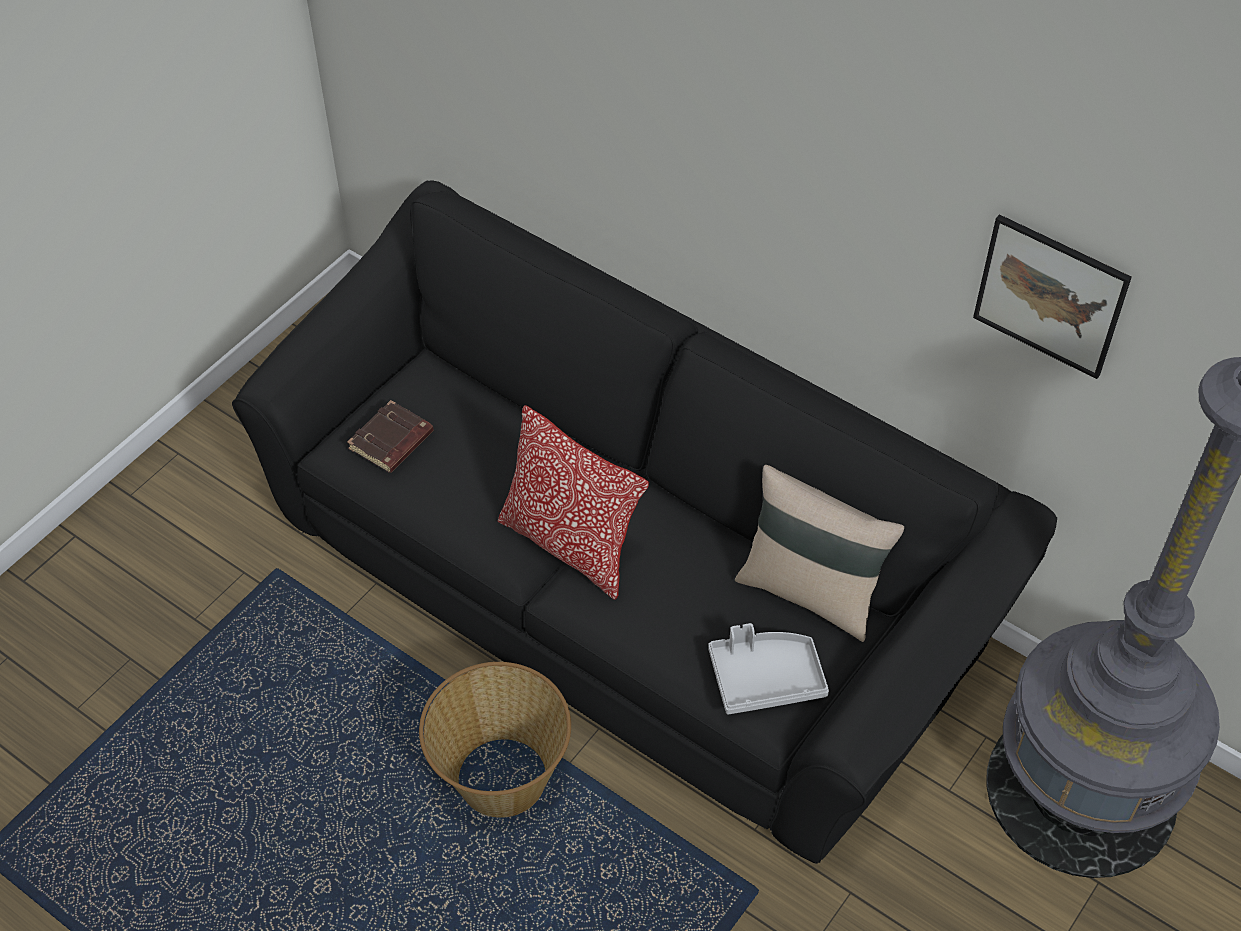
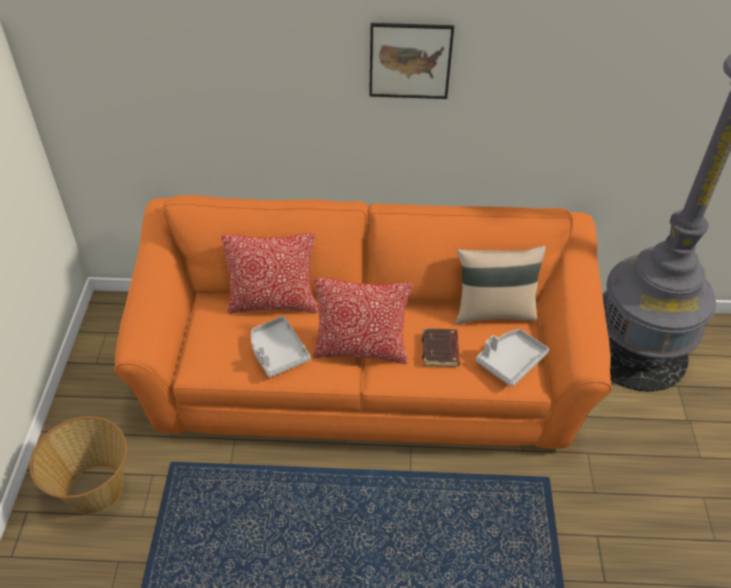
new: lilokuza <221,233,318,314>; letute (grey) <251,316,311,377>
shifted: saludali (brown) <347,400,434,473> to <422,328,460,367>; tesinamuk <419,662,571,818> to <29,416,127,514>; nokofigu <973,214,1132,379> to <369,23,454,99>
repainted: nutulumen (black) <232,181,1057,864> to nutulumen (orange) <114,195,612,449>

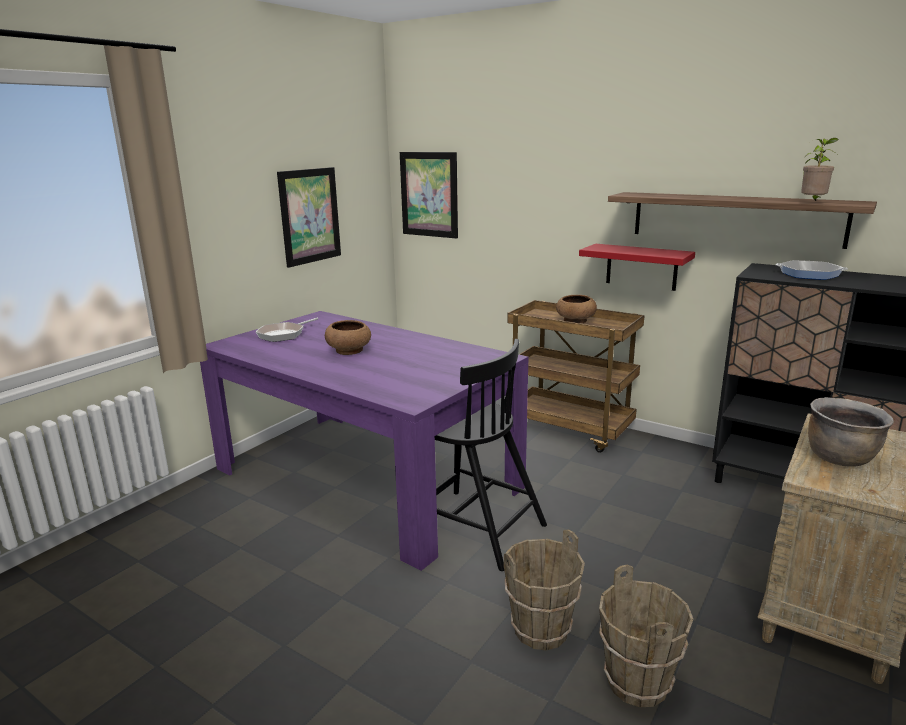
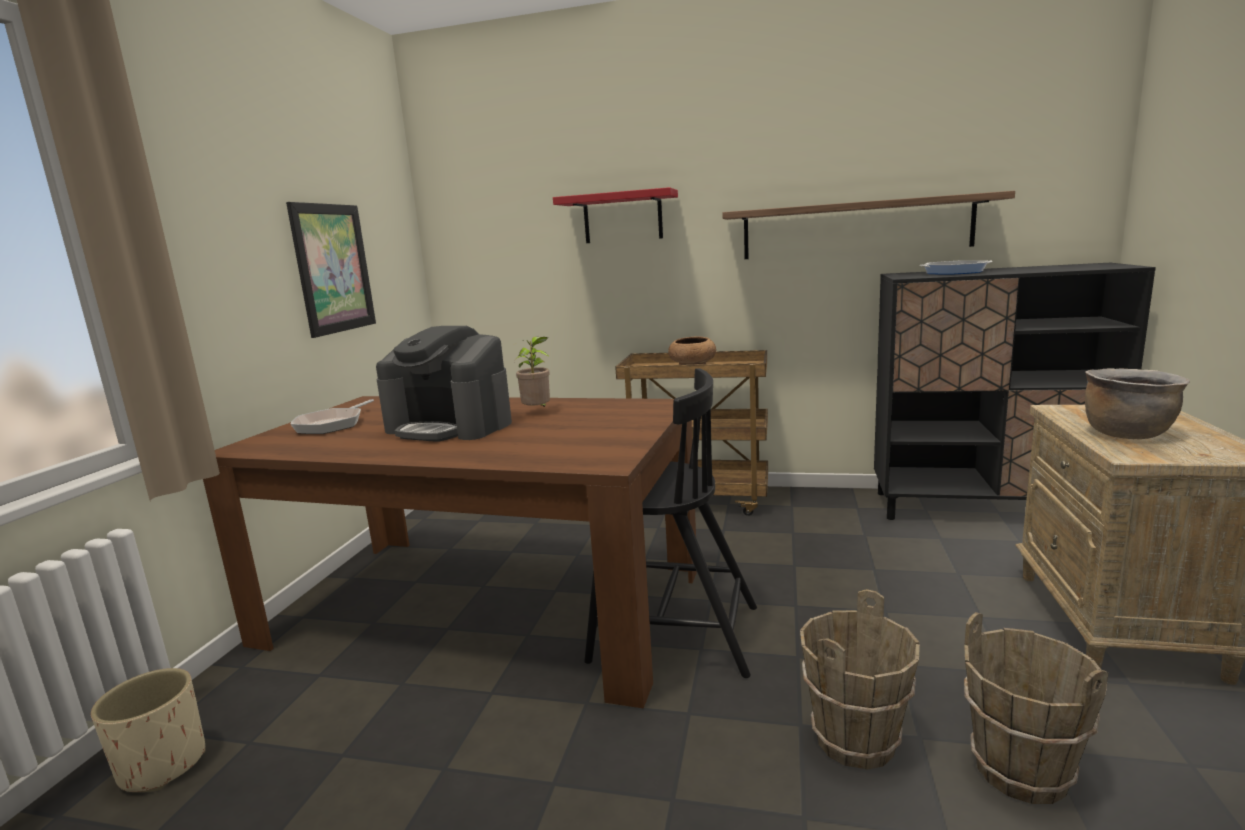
gone: nokofigu <400,152,458,239>
new: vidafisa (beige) <91,668,206,792>
shifted: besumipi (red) <579,244,695,291> to <553,187,678,243>; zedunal <801,138,839,201> to <515,336,550,408>
swapped: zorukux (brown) <325,320,371,355> to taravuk <376,326,512,442>
repainted: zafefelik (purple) <200,311,528,571> to zafefelik (brown) <203,396,697,708>

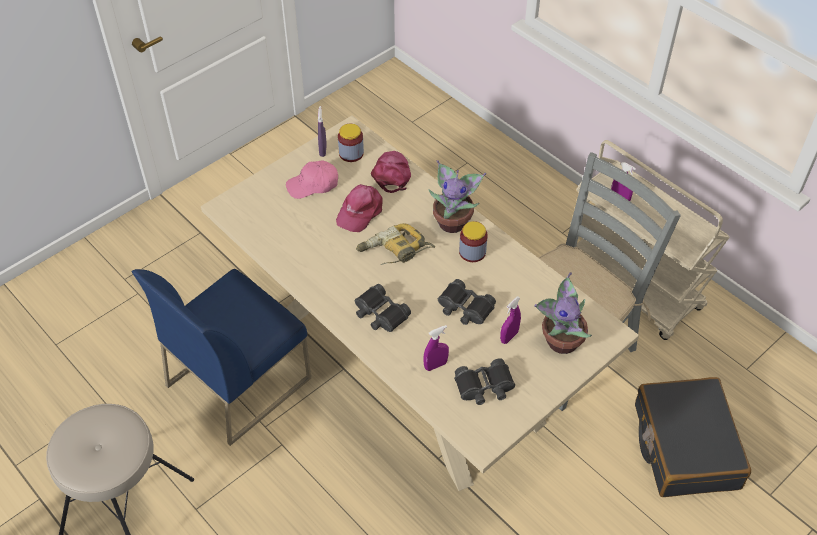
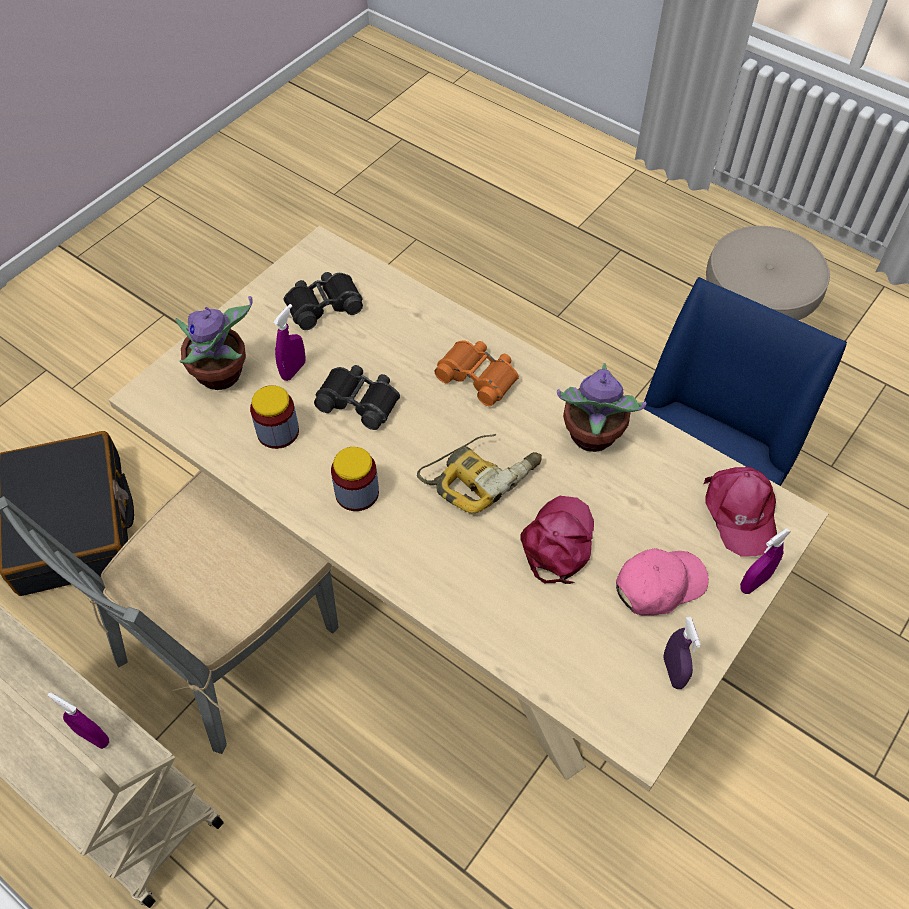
shifted: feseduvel <338,124,364,162> to <250,385,299,449>; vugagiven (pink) <371,151,411,193> to <703,467,777,557>; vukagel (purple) <423,325,449,371> to <740,528,791,594>; zedunal <429,160,486,233> to <557,363,646,452>
repainted: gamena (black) <355,284,411,332> to gamena (orange) <435,340,519,406>

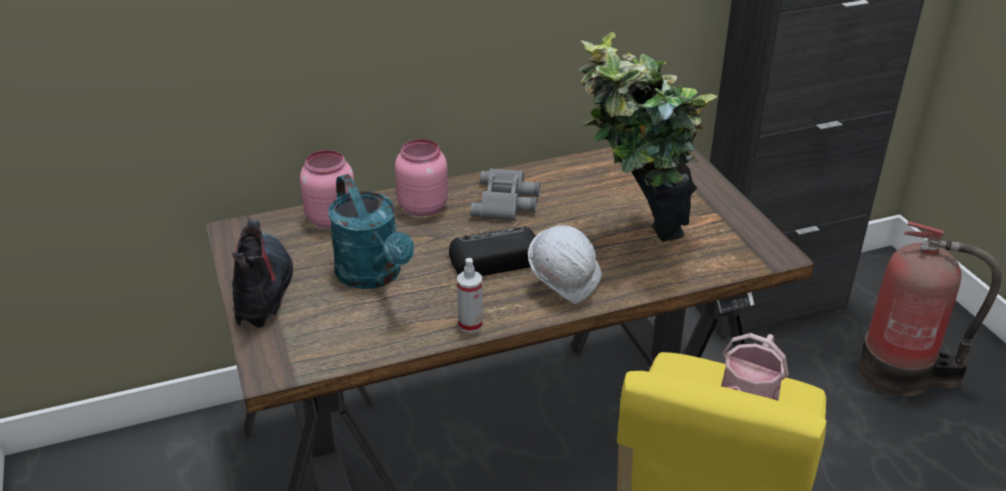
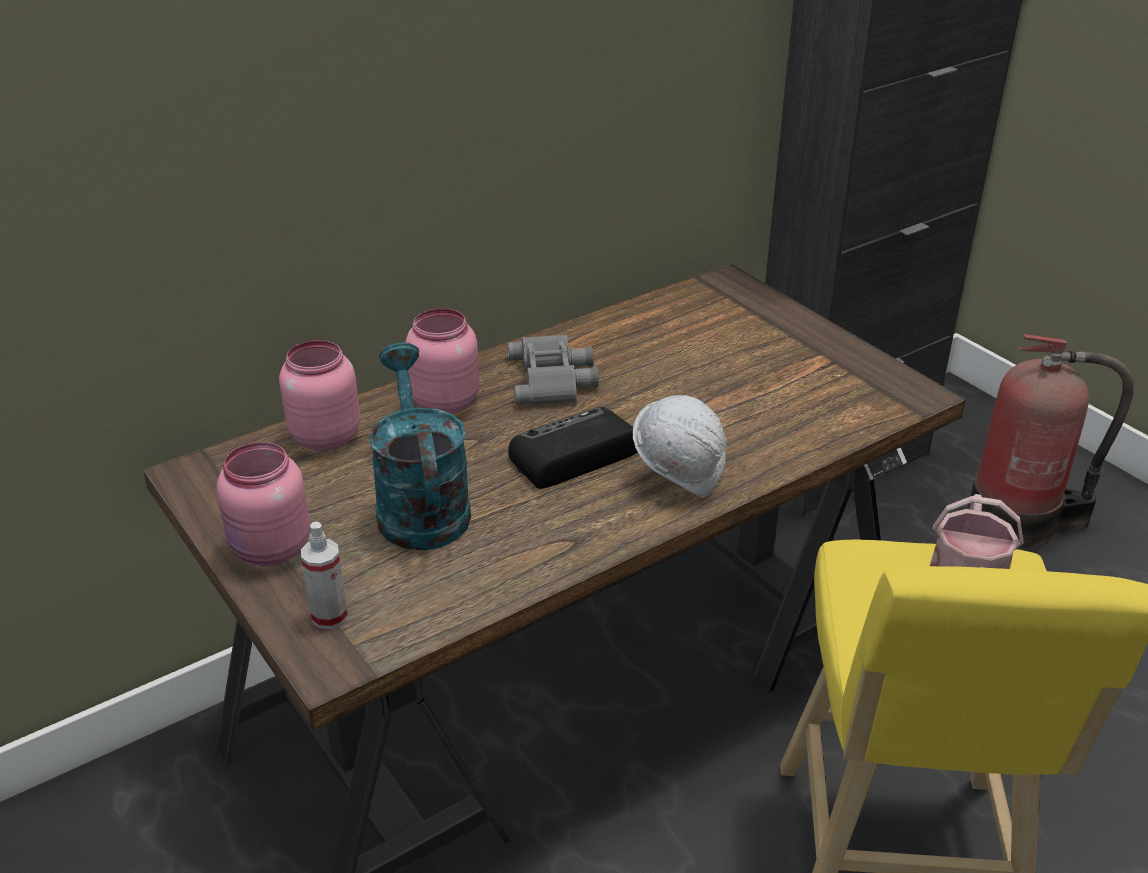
gone: zedunal <579,32,718,242>
shifted: vukagel <457,258,483,333> to <301,522,348,629>
swapped: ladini <232,220,293,328> to feseduvel (pink) <216,442,310,566>
rotated: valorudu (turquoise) <328,174,414,289> = <369,343,471,550> 150 degrees counterclockwise

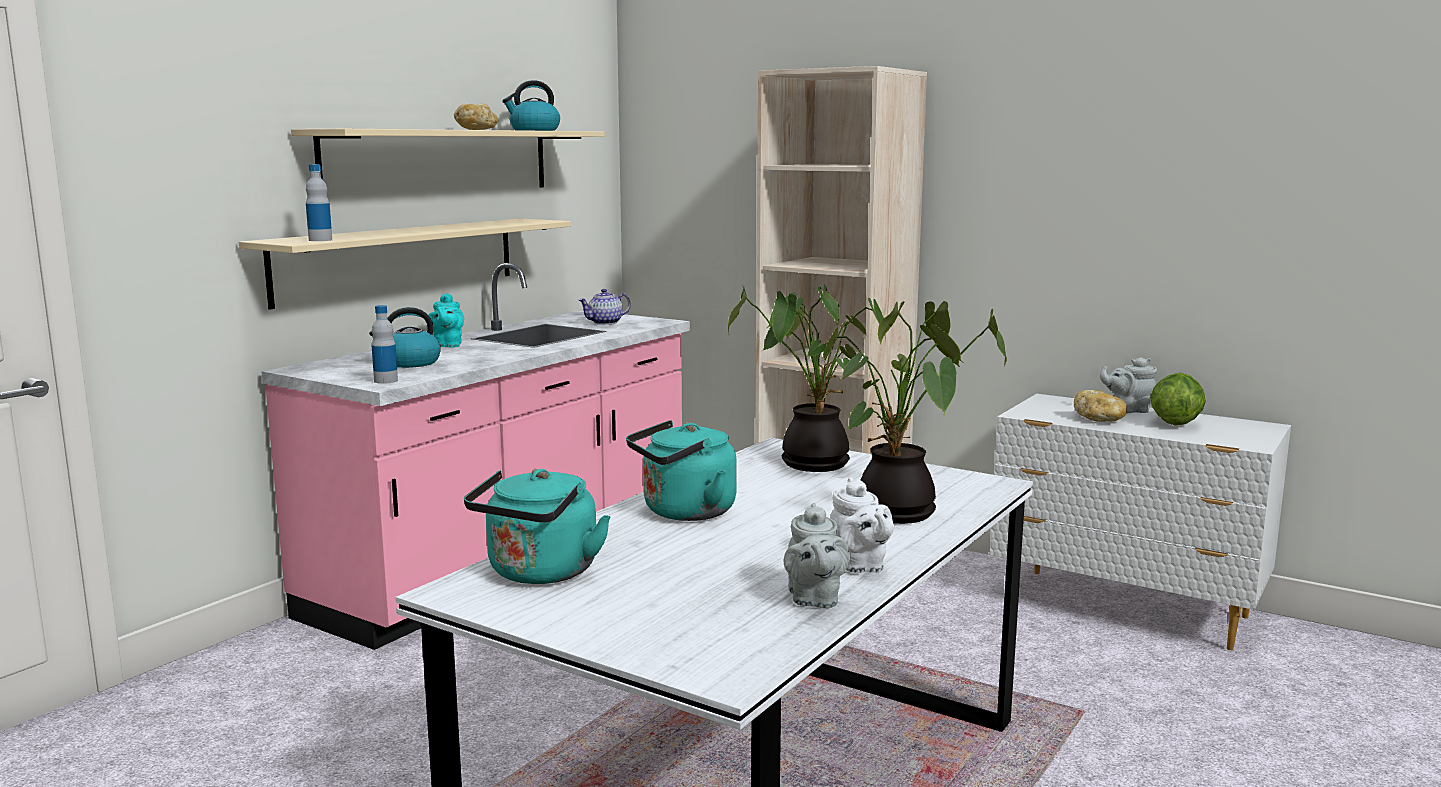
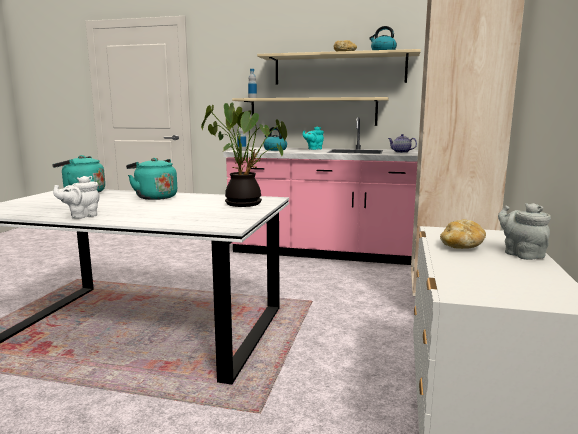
gone: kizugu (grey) <784,503,850,608>; zedunal <823,301,1007,524>; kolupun <1150,373,1206,426>

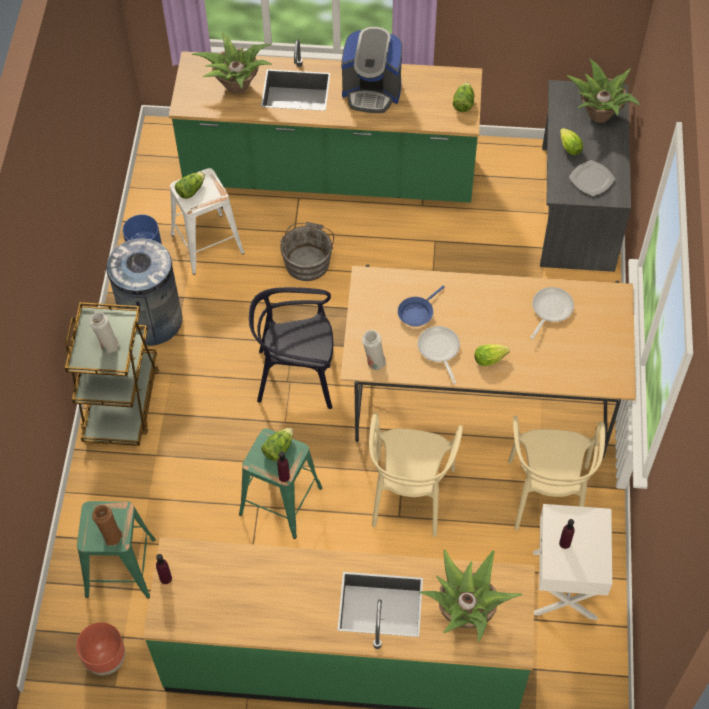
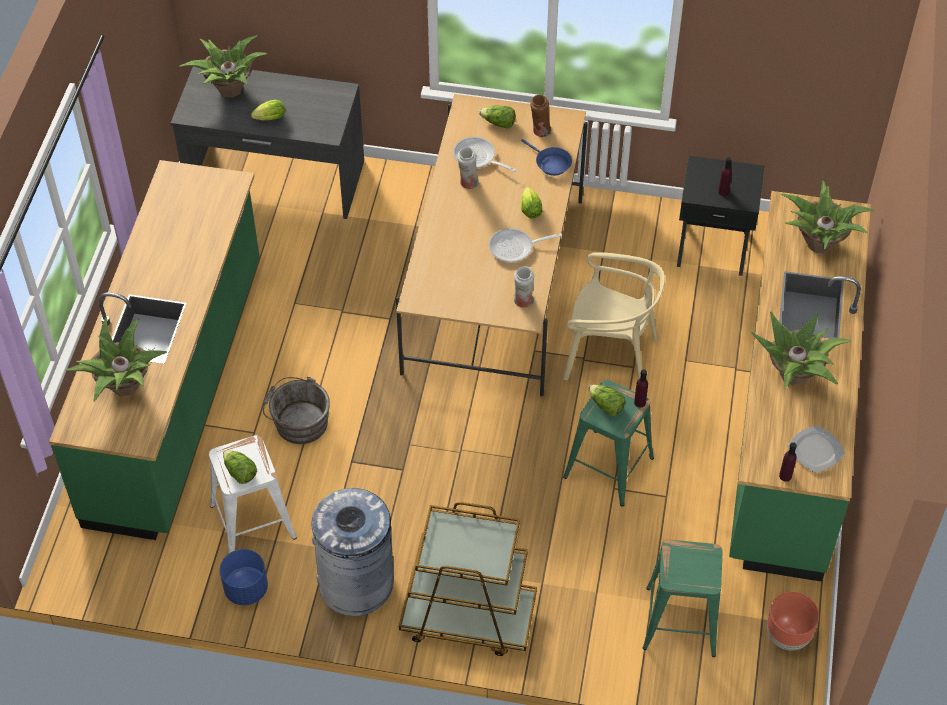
gone: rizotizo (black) <249,287,333,409>; taravuk <341,27,402,113>; rizotizo (beige) <508,415,605,530>
new: zedunal <752,312,851,389>
shifted: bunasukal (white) <89,312,119,354> to <457,147,479,189>; bunasukal (brown) <92,505,123,546> to <530,95,551,137>; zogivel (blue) <398,285,445,327> to <521,139,572,176>; kolupun <453,82,474,112> to <479,106,515,129>; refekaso <569,160,615,196> to <788,425,845,473>
repainted: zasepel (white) <533,504,612,620> to zasepel (black) <677,156,764,276>

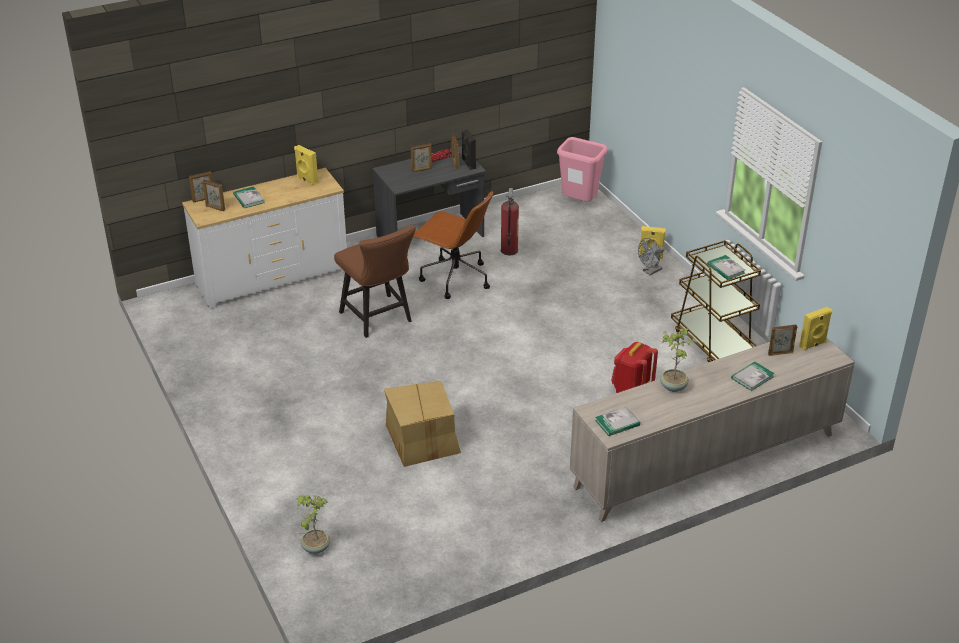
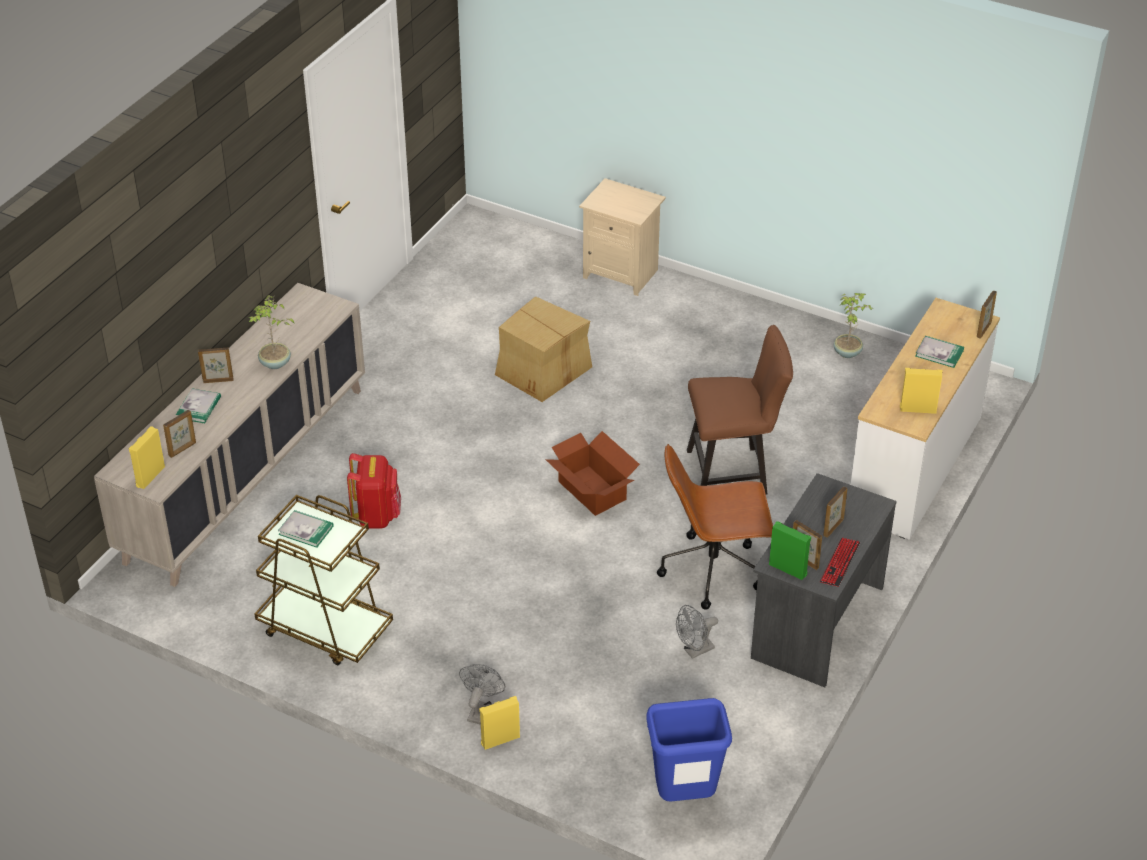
gone: saludali <595,407,640,436>
new: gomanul <545,431,640,516>; zasepel (beige) <579,178,666,296>
shifted: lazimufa <203,179,225,211> to <198,348,234,383>; zedunal <296,495,330,554> to <834,293,872,358>
swapped: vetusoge <501,188,519,255> to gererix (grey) <676,605,718,659>
repainted: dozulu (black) <461,129,476,170> to dozulu (green) <769,521,811,580>; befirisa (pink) <557,137,607,201> to befirisa (blue) <646,698,732,802>
rotated: rizotizo (brown) <334,225,416,338> = <687,325,793,495> 150 degrees clockwise

